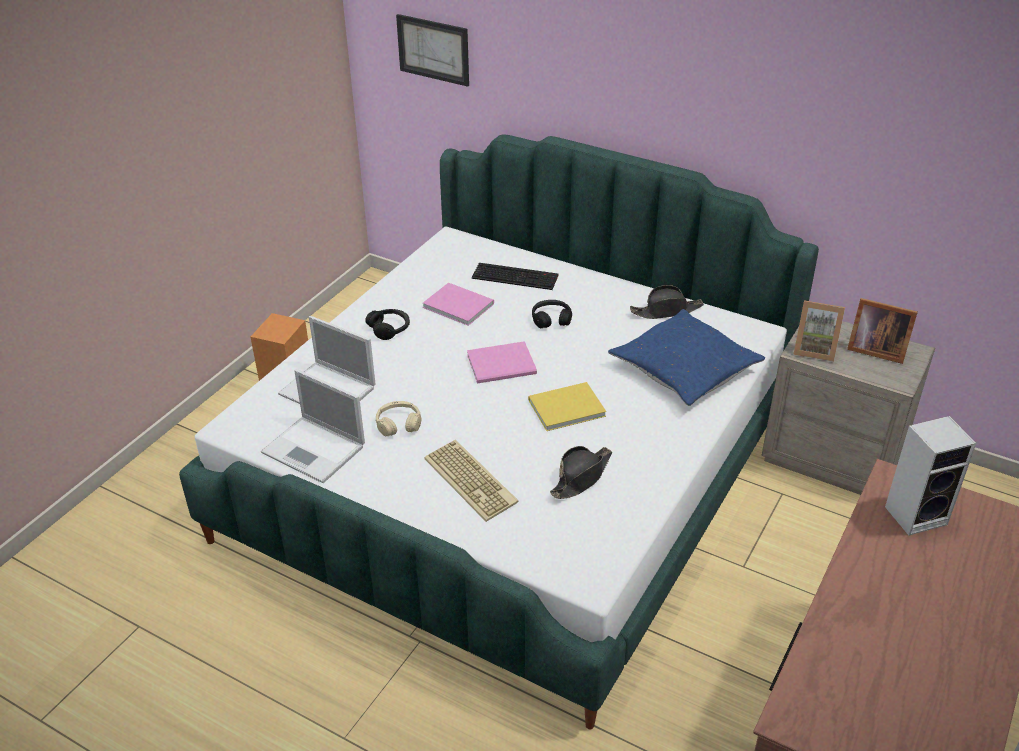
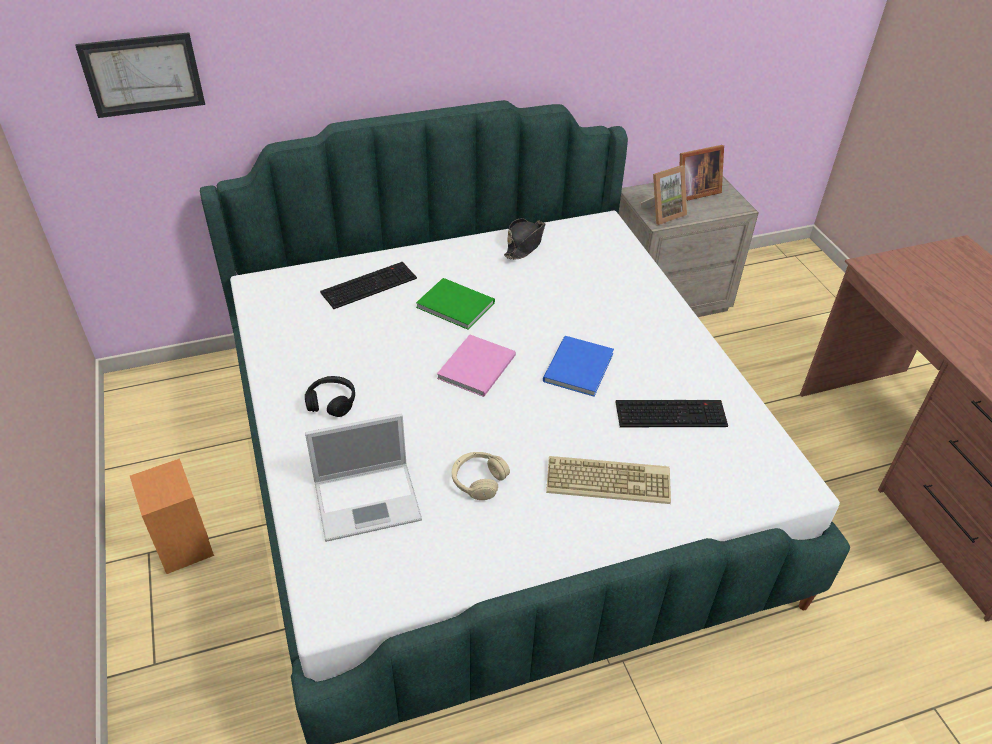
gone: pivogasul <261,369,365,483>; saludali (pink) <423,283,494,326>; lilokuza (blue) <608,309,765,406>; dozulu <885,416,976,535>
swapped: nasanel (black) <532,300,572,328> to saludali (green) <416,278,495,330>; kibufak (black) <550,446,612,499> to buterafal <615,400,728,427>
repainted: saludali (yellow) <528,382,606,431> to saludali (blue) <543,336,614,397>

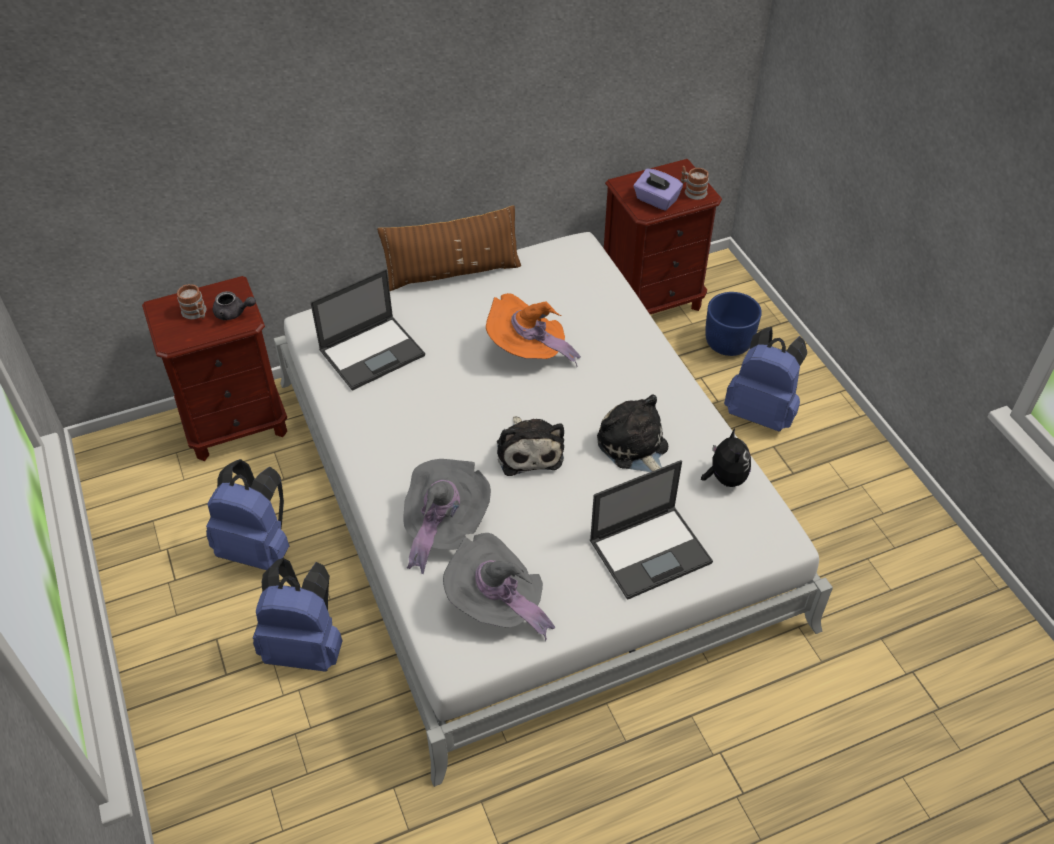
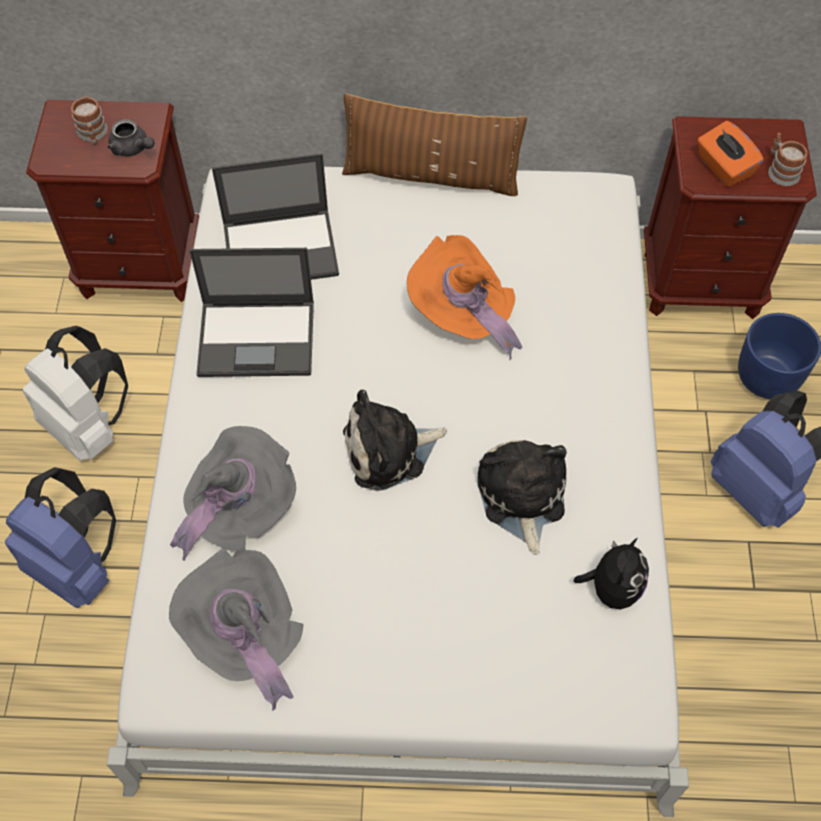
shifted: pivogasul <590,460,713,600> to <189,248,314,377>
repainted: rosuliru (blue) <206,459,290,570> to rosuliru (white) <23,326,128,461>; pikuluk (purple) <633,169,683,211> to pikuluk (orange) <697,121,764,187>
rotated: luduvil <497,416,564,476> = <343,389,447,491> 60 degrees clockwise

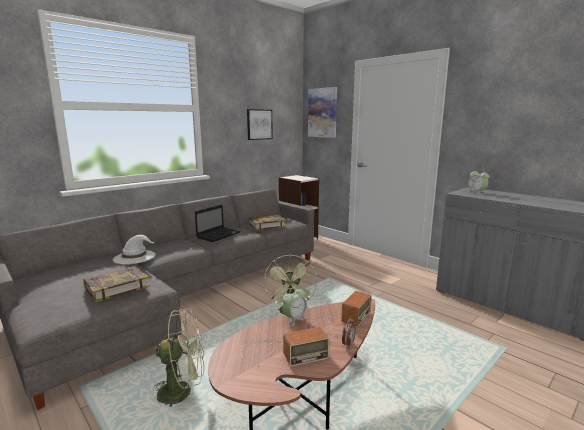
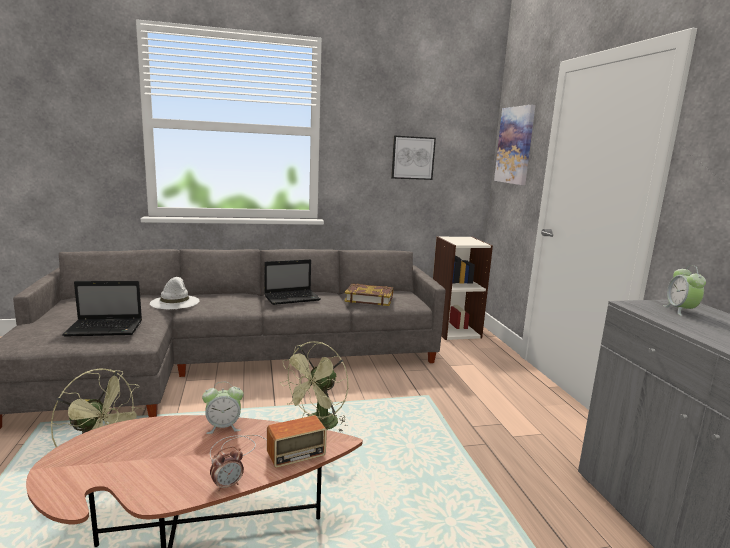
gone: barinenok <241,327,330,367>
swapped: saludali <84,266,150,302> to pivogasul <62,281,142,337>

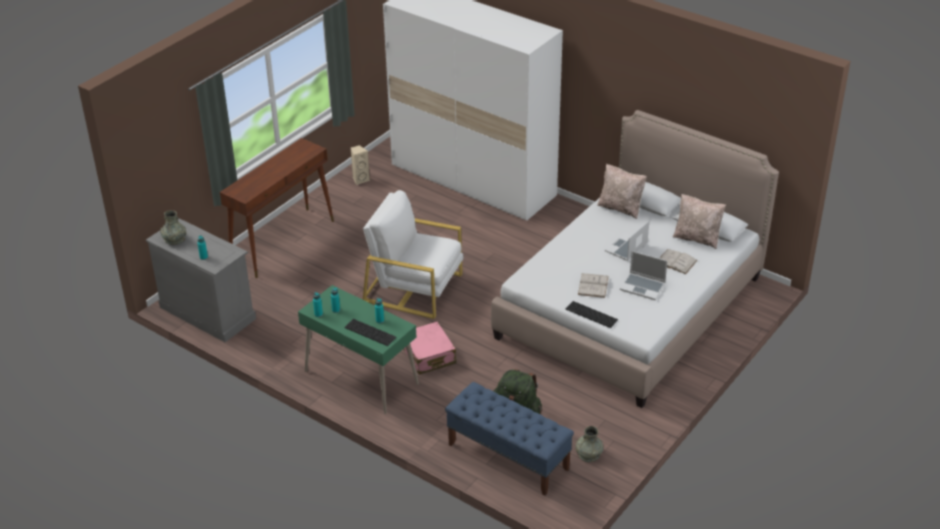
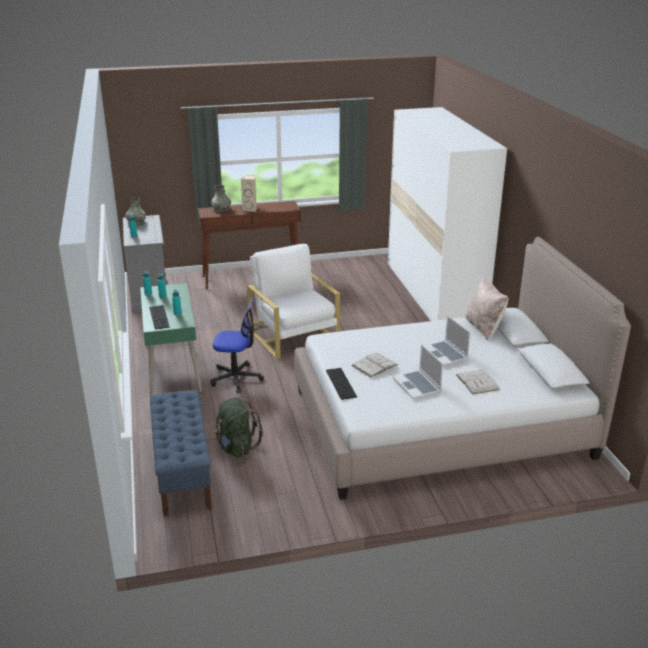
gone: lilokuza (beige) <672,194,726,249>
shifted: dozulu (beige) <351,145,370,185> to <241,175,257,212>; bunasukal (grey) <576,426,603,462> to <211,185,231,212>
swapped: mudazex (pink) <404,321,456,375> to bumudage <210,298,264,394>
rotated: pivogasul <605,221,649,261> = <424,315,470,366> 105 degrees counterclockwise

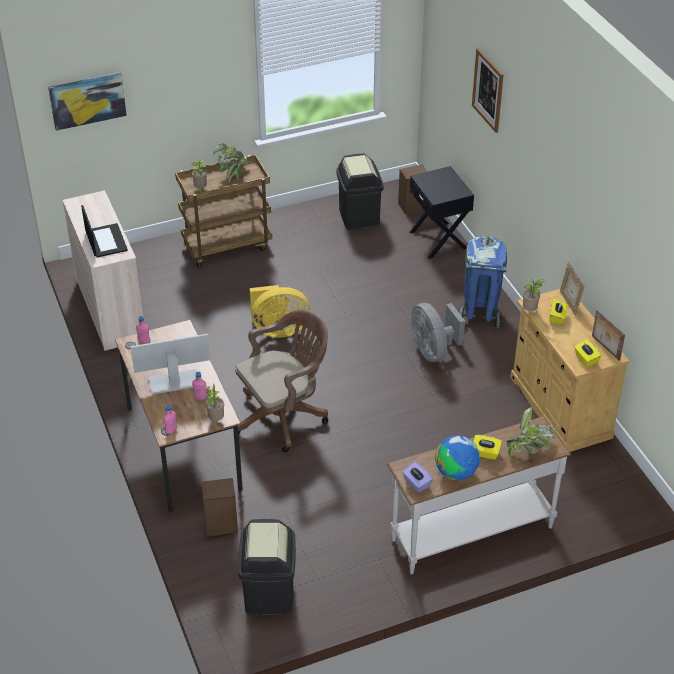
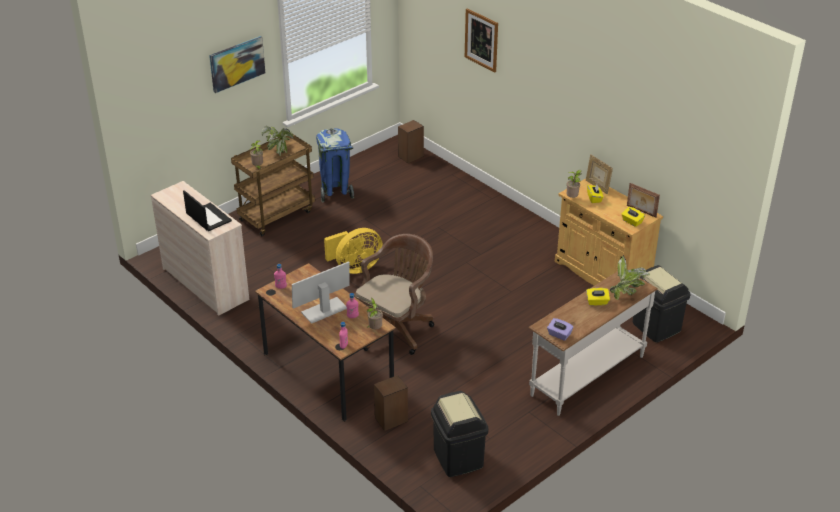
gone: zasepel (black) <409,166,474,259>; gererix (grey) <411,303,465,362>; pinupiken <435,435,480,480>
shifted: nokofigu <48,73,127,131> to <209,36,265,93>; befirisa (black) <336,153,384,230> to <633,265,691,343>; befirisa (blue) <459,237,507,329> to <316,128,354,202>

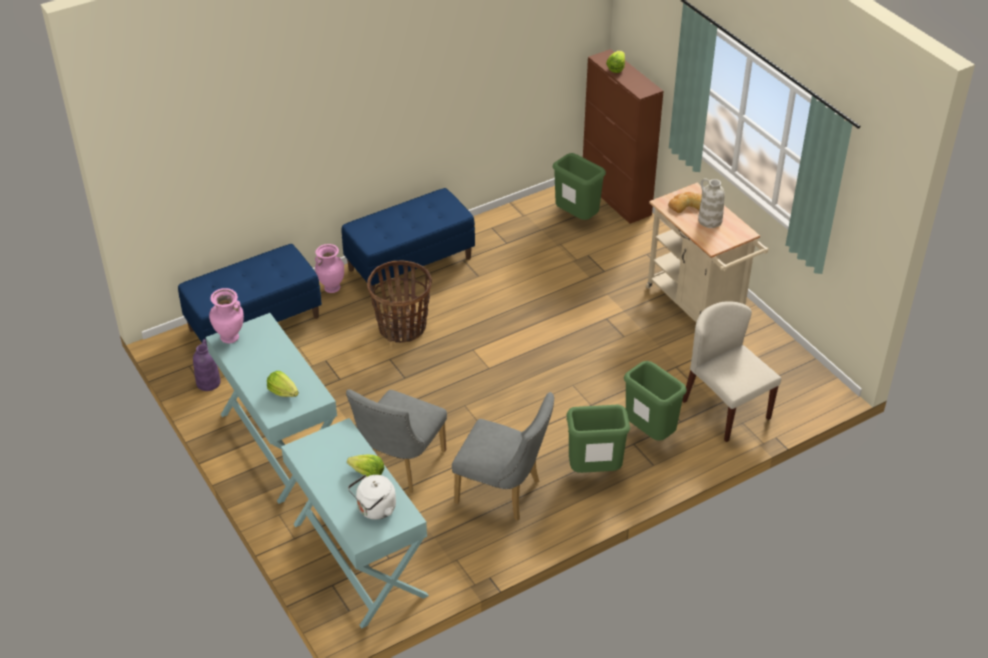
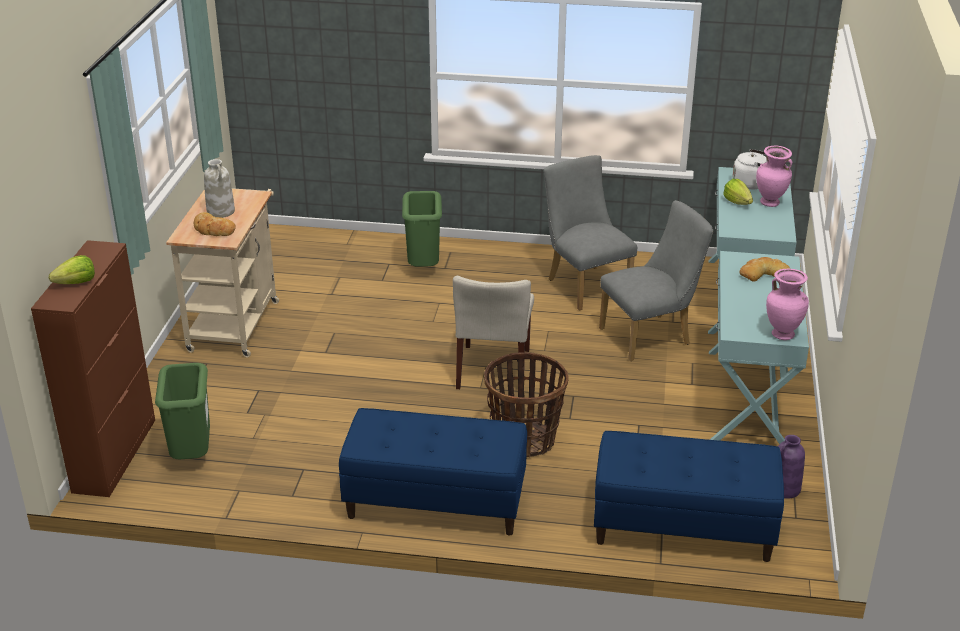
gone: befirisa (green) <566,405,630,473>
shifted: bunasukal (pink) <315,244,344,293> to <756,146,792,207>; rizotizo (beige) <682,301,781,442> to <453,276,534,389>
swapped: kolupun <267,371,299,397> to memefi <739,257,790,282>

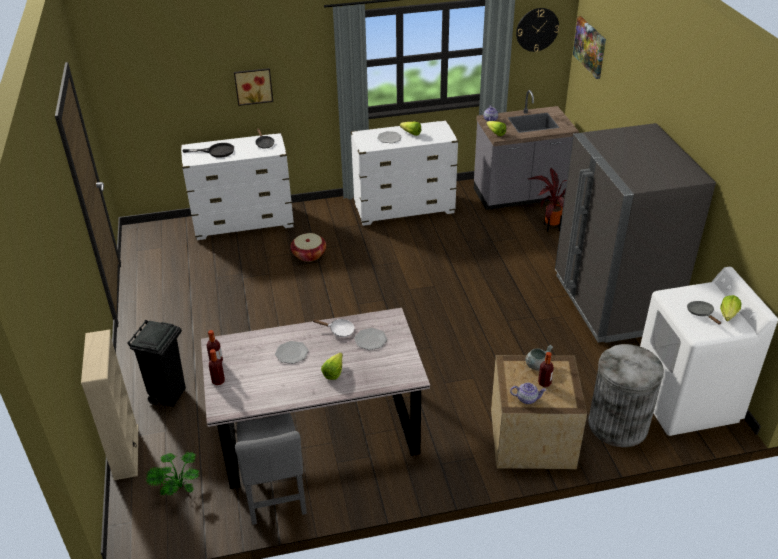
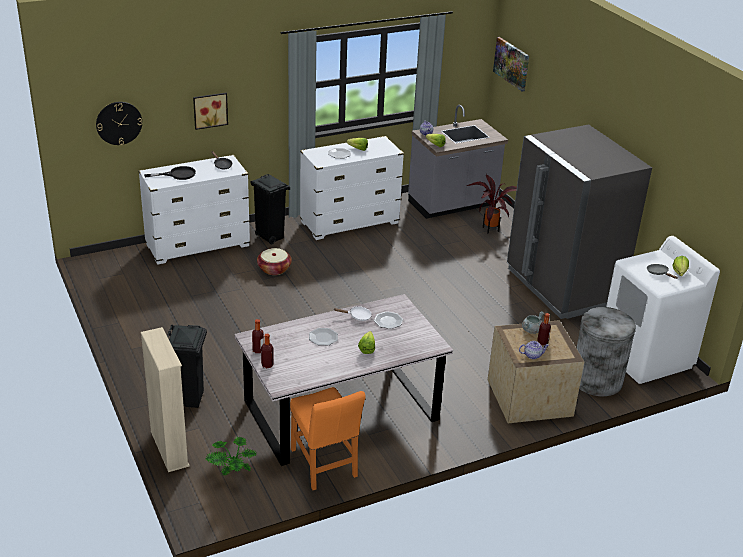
new: befirisa (black) <251,174,290,244>
shifted: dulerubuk <516,8,559,52> to <96,102,142,145>
repainted: rizotizo (grey) <235,413,307,525> to rizotizo (orange) <290,387,366,490>

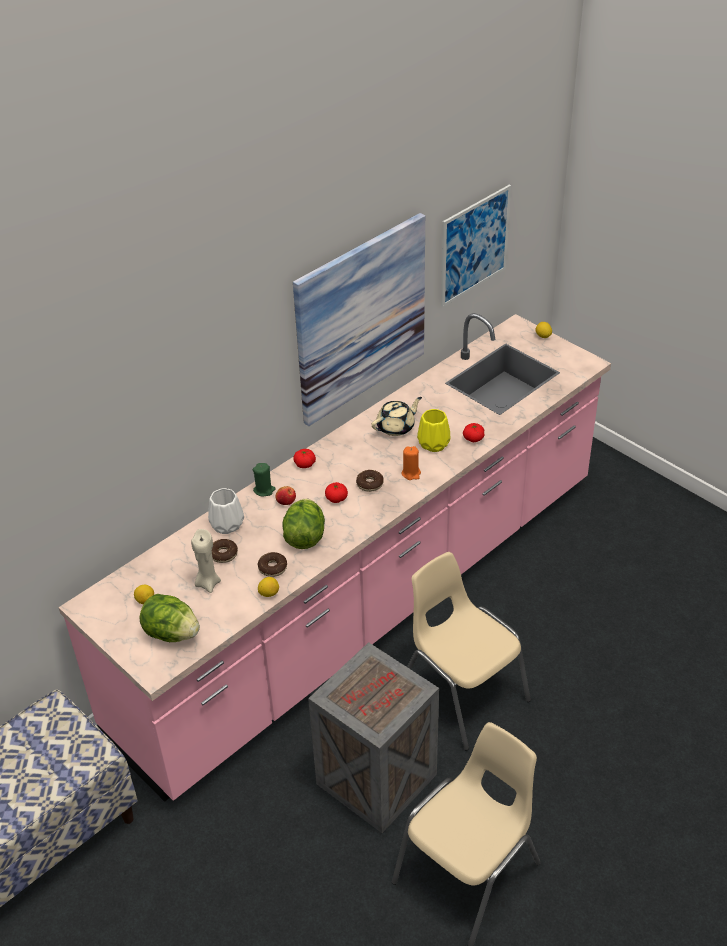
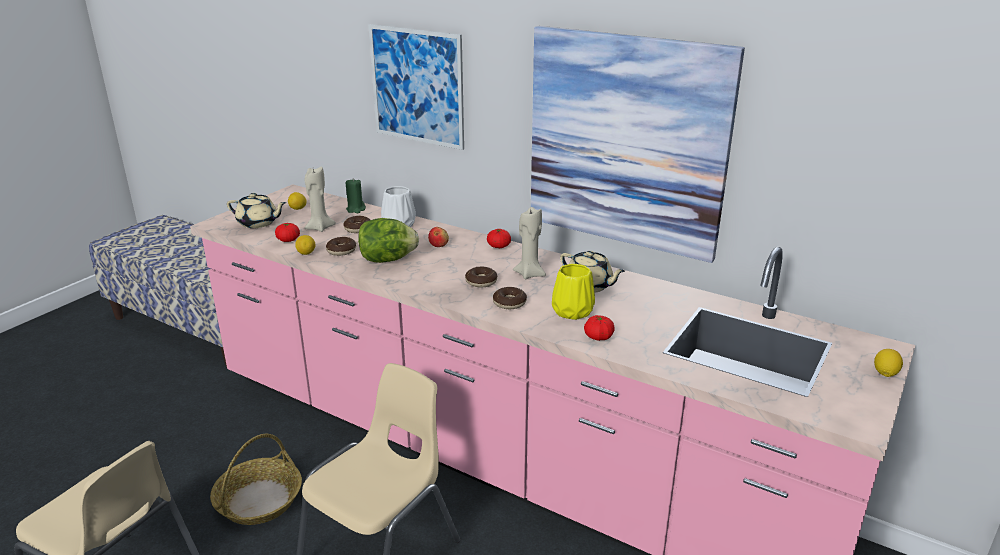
new: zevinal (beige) <513,207,546,279>
shifted: zevinal (green) <253,463,276,497> to <346,178,366,213>; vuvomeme <325,482,348,503> to <275,223,300,242>; nokofigu <441,185,511,307> to <368,24,464,150>
swapped: kolupun <140,594,200,642> to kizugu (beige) <227,193,287,228>; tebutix <308,642,439,833> to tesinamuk <210,434,302,525>; zevinal (orange) <402,446,421,480> to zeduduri <493,287,527,309>

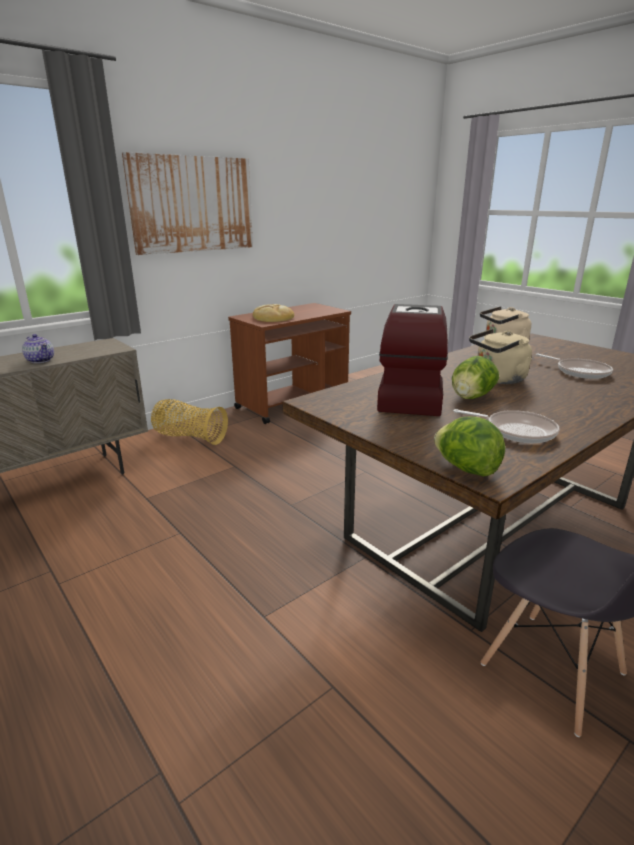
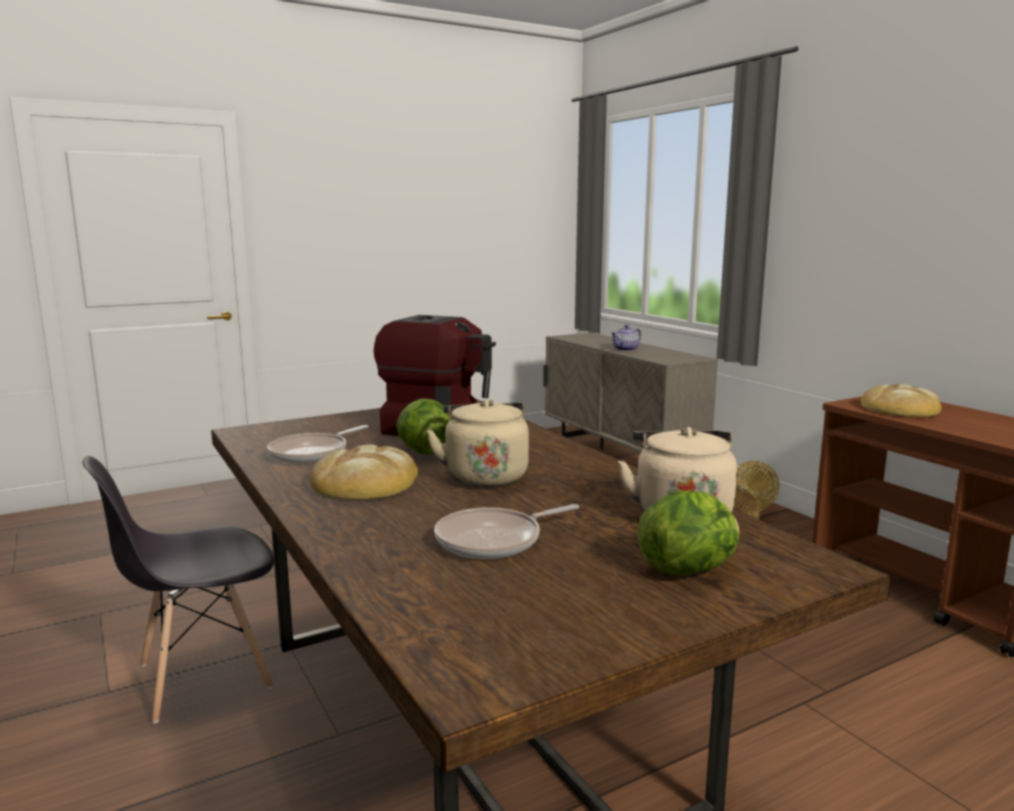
gone: nokofigu <122,152,253,255>
new: memefi <310,445,418,500>
shifted: kolupun <434,417,505,477> to <637,490,739,575>

